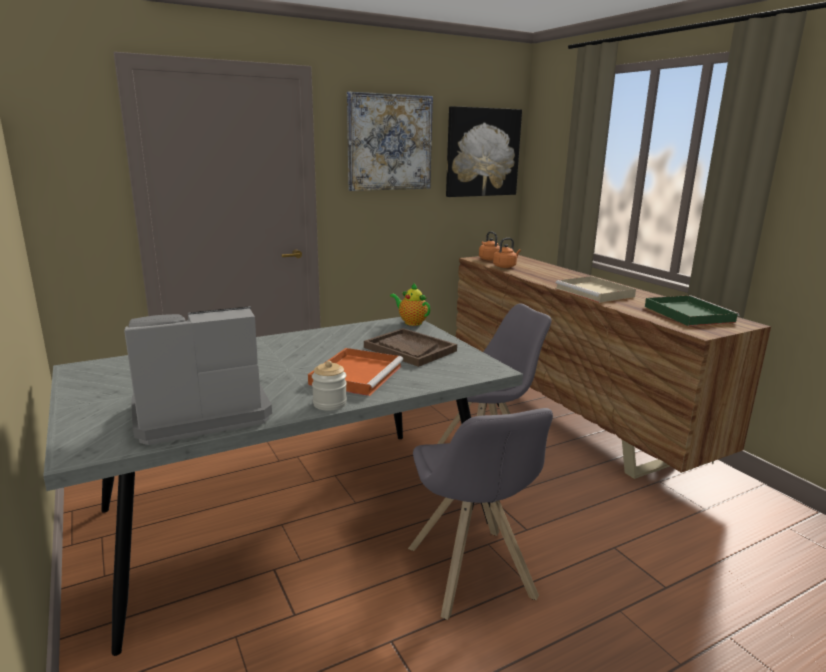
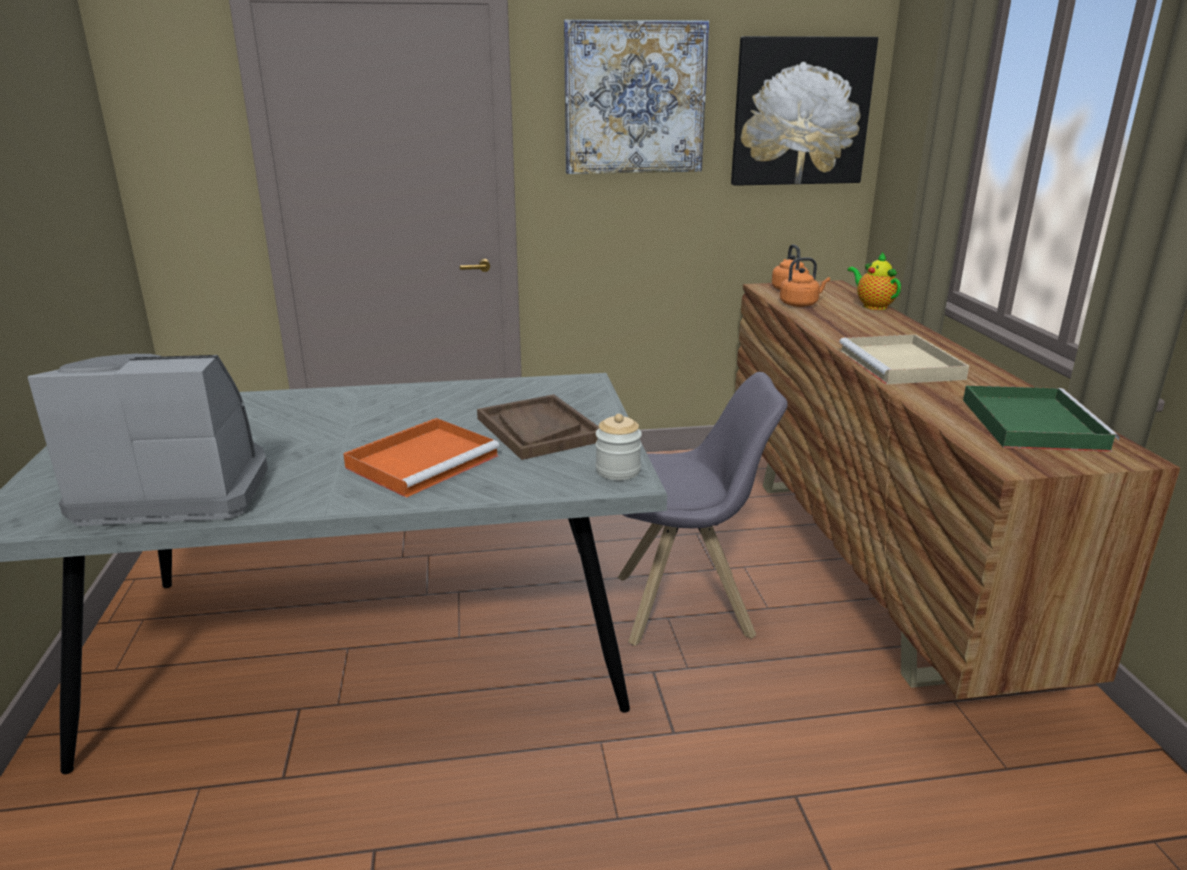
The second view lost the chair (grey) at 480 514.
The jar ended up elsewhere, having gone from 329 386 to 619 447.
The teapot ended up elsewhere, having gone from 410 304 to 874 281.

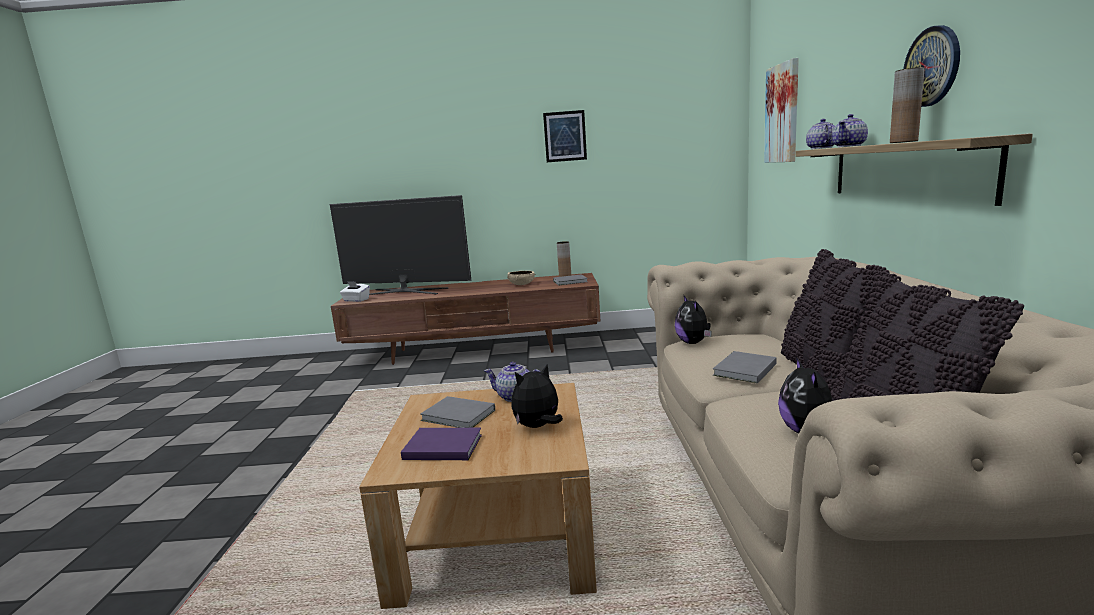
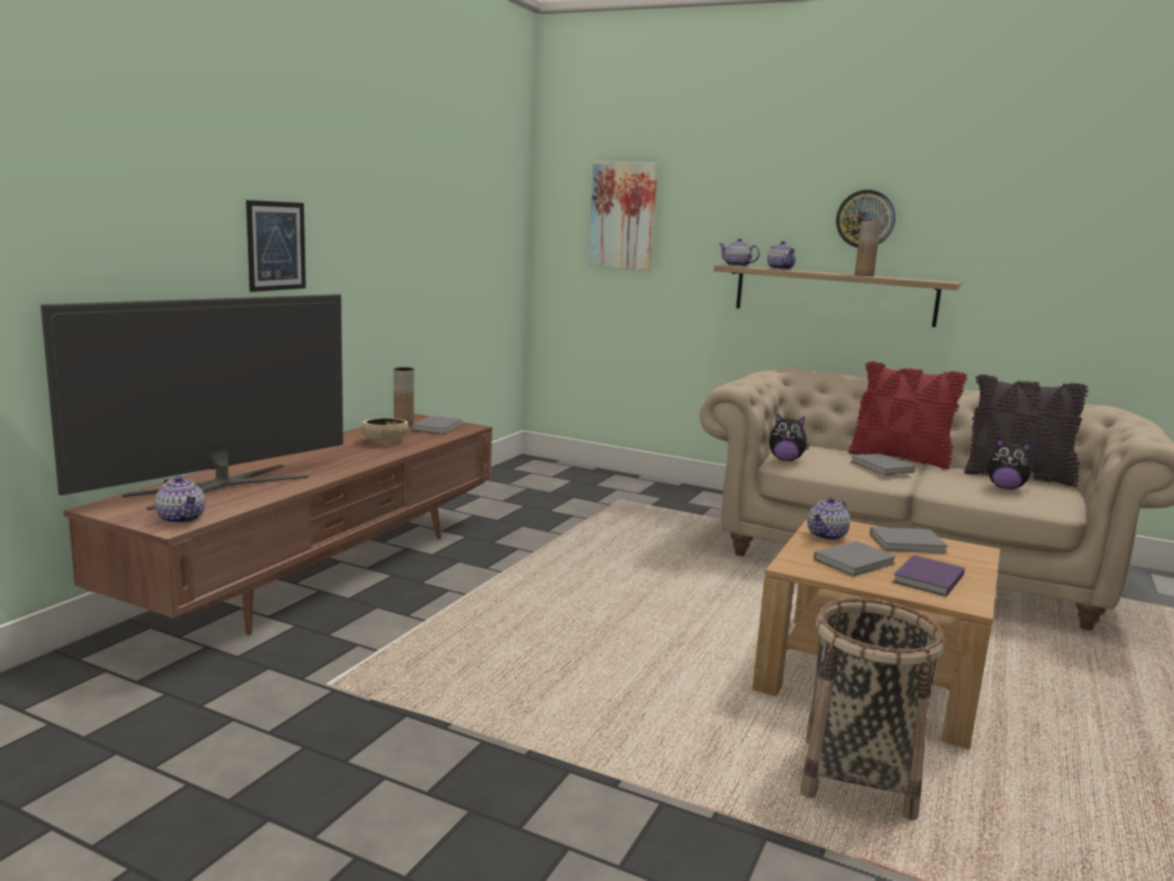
The second view gained the basket at 872 709.
The wall art ended up elsewhere, having gone from 565 136 to 276 246.
Where the tissue box (whitish) stood at 355 291, the teapot came to stand at 180 500.
Where the plush toy stood at 537 396, the volume (grey) came to stand at 909 540.
What was the cushion (black-coloured) at 835 321 turned into the cushion (reddish) at 907 415.

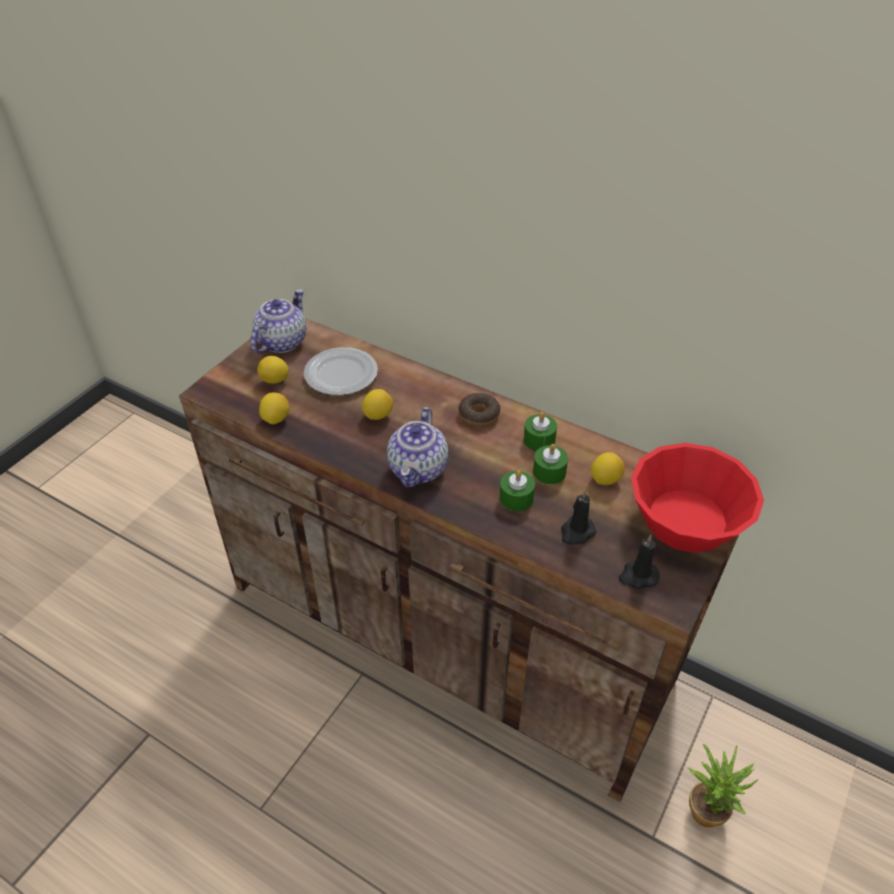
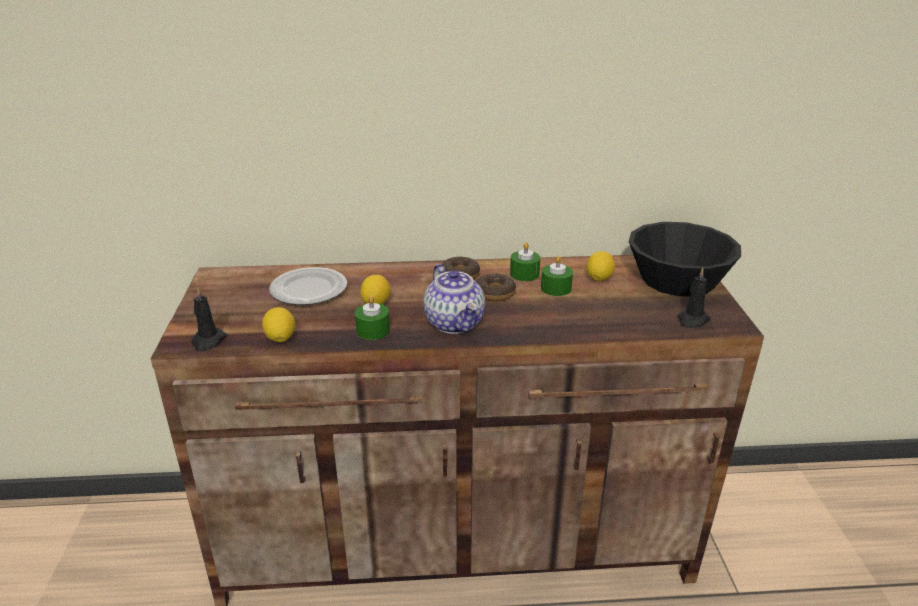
The second view lost the teapot at 278 321.
The second view lost the citrus fruit at 273 370.
The second view lost the houseplant at 723 785.
The second view gained the donut at 496 287.
The wax candle (greenish) ended up elsewhere, having gone from 517 490 to 372 317.
The wax candle (black-coloured) ended up elsewhere, having gone from 578 517 to 209 319.
What was the serving bowl (reddish) at 697 498 turned into the serving bowl (black-coloured) at 685 259.

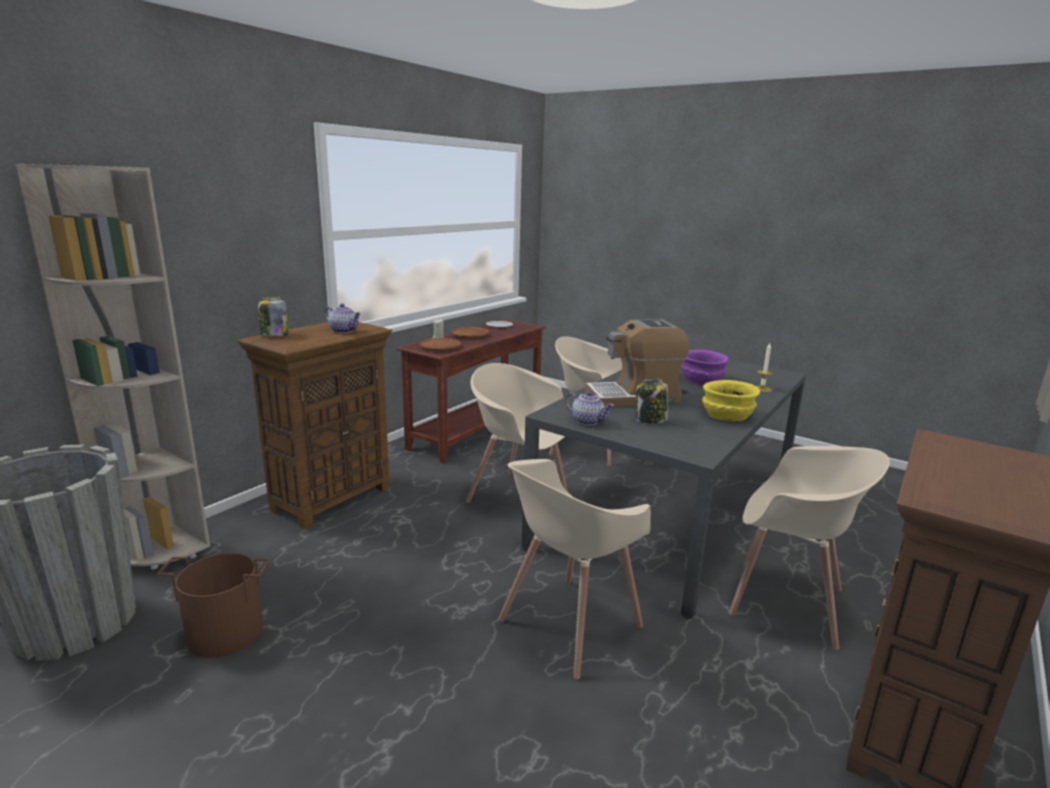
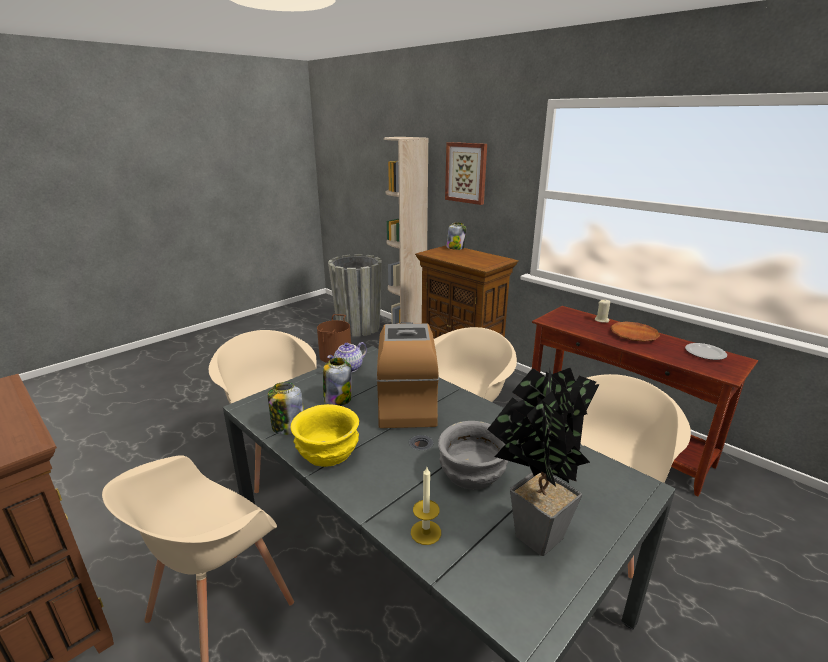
The second view lost the teapot at 342 318.
The second view lost the flat dish (brown) at 440 344.
The second view gained the jar at 286 408.
The second view gained the wall art at 466 173.
The second view gained the houseplant at 543 462.
What was the serving bowl (purple) at 705 367 turned into the serving bowl (grey) at 473 455.

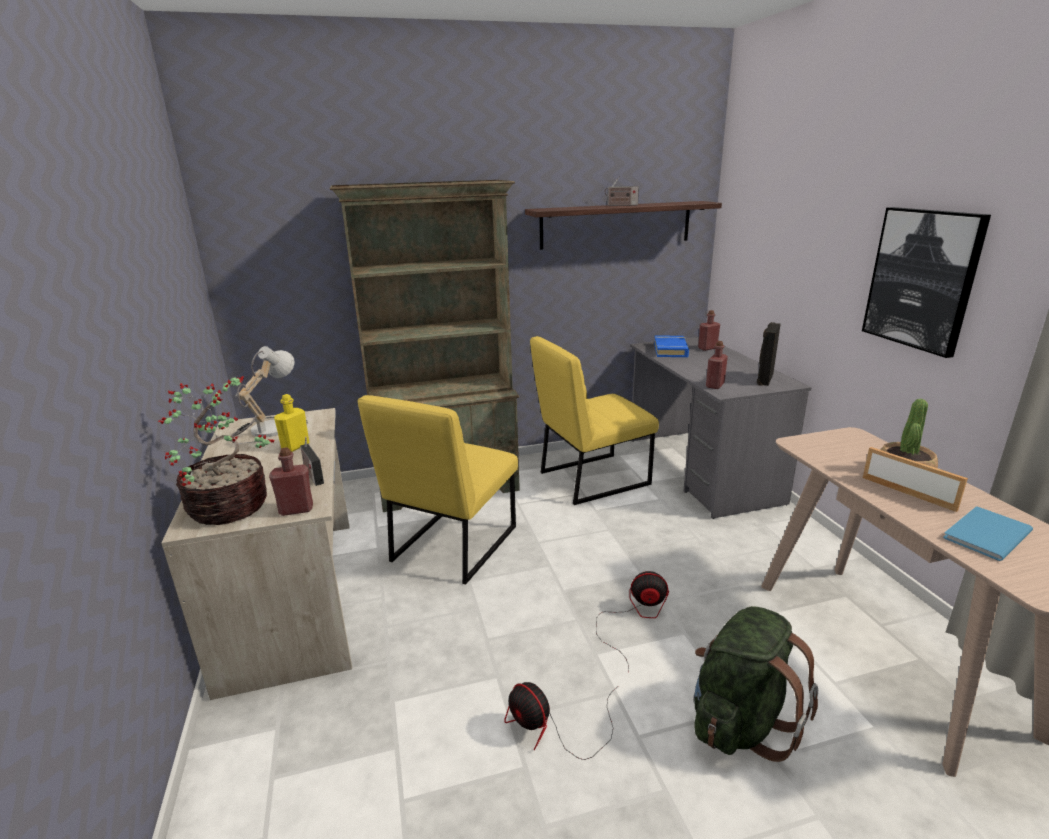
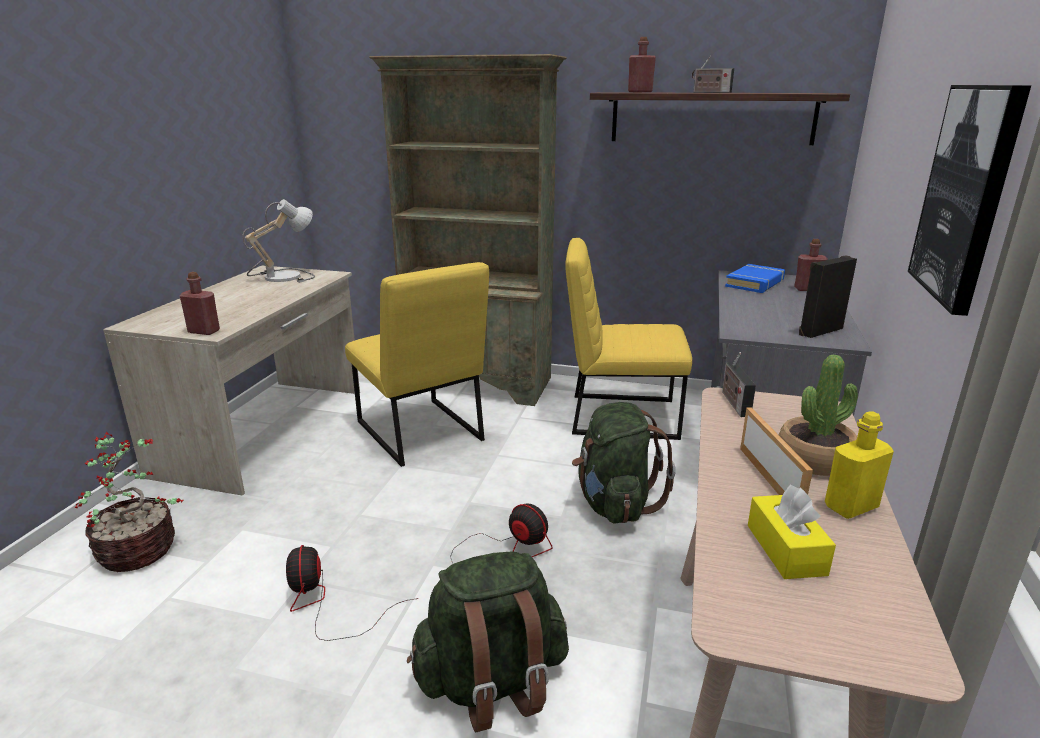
The second view gained the knapsack (greenish) at 624 463.
The houseplant ended up elsewhere, having gone from 216 450 to 128 502.
The bottle (yellow) ended up elsewhere, having gone from 292 423 to 859 465.
The radio ended up elsewhere, having gone from 312 461 to 739 384.
The bottle (reddish) ended up elsewhere, having gone from 717 365 to 642 64.
Where the volume (bluish) stood at 988 534, the tissue box (yellow) came to stand at 792 532.
The chair (yellow) at 438 490 ended up facing another way, 90 degrees counterclockwise from before.

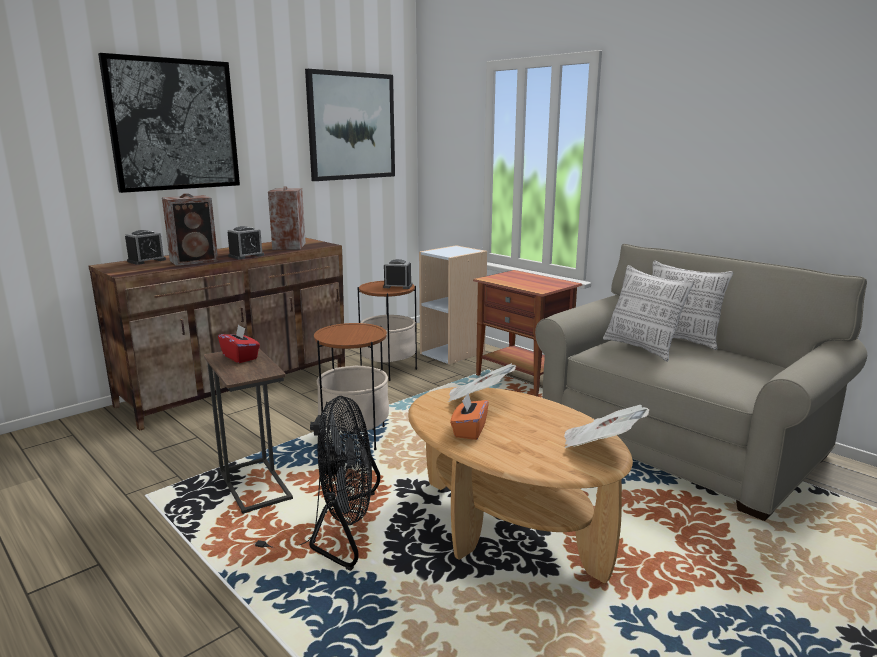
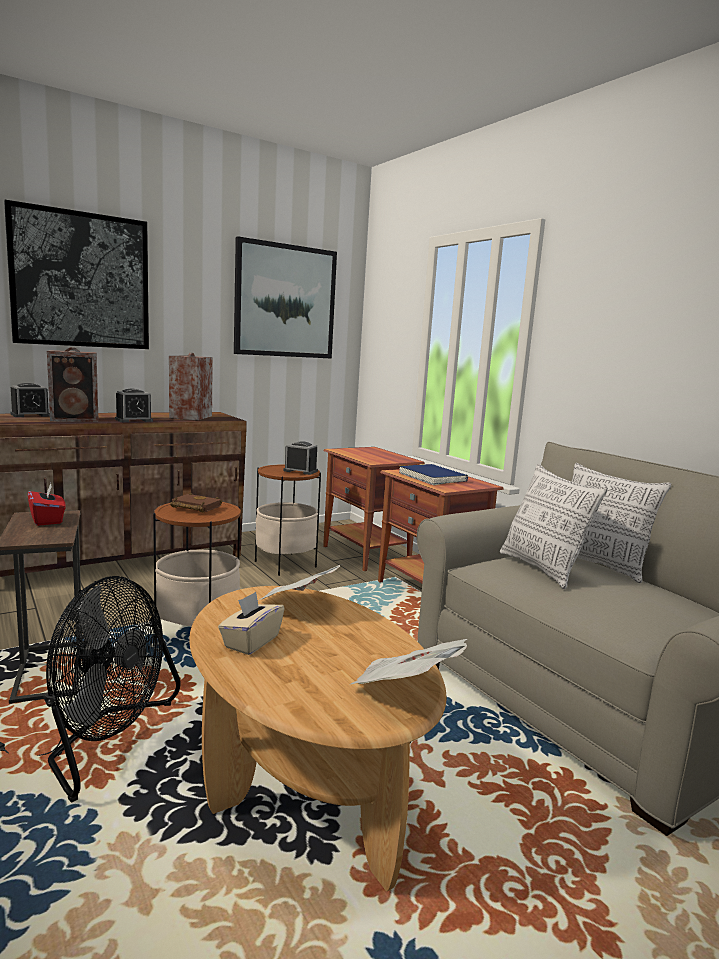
The second view gained the volume (brown) at 196 502.
The second view gained the volume (bluish) at 433 474.
Where the bookcase stood at 453 305, the nightstand came to stand at 374 509.
What was the tissue box (orange) at 469 416 turned into the tissue box (beige) at 251 623.

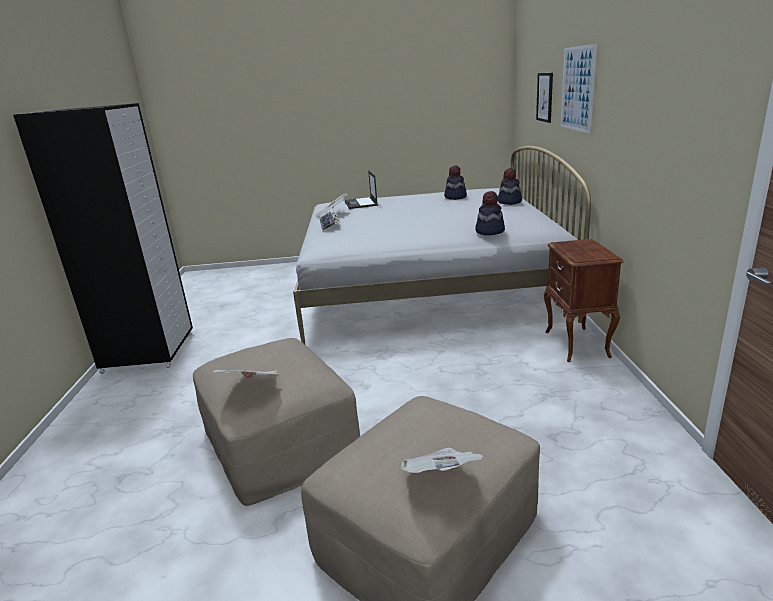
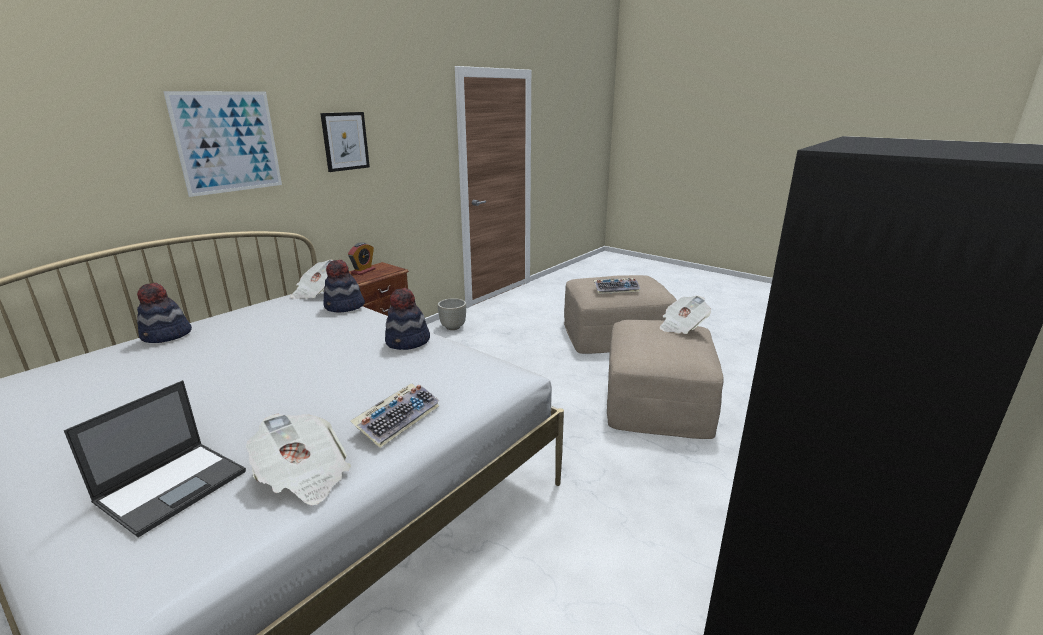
The second view gained the alarm clock at 362 258.
The second view gained the planter (grey) at 452 314.
The second view gained the keyboard at 617 286.
The printed paper ended up elsewhere, having gone from 442 460 to 311 279.
The wearable hat ended up elsewhere, having gone from 455 182 to 407 319.
The wall art ended up elsewhere, having gone from 544 98 to 345 142.

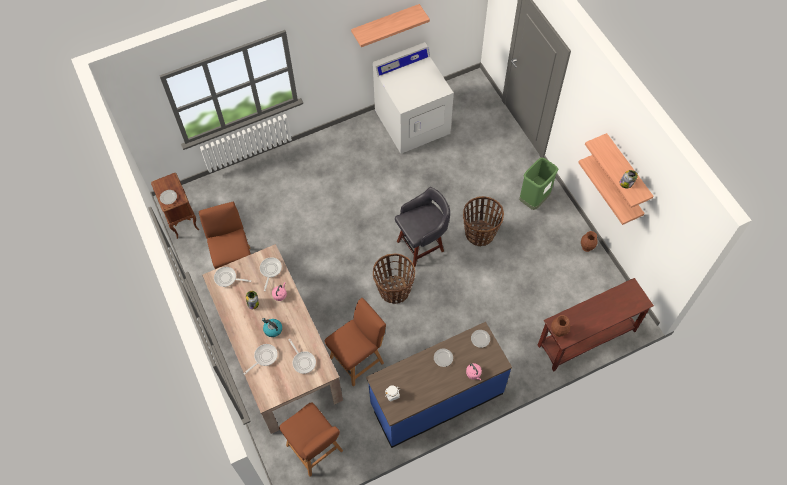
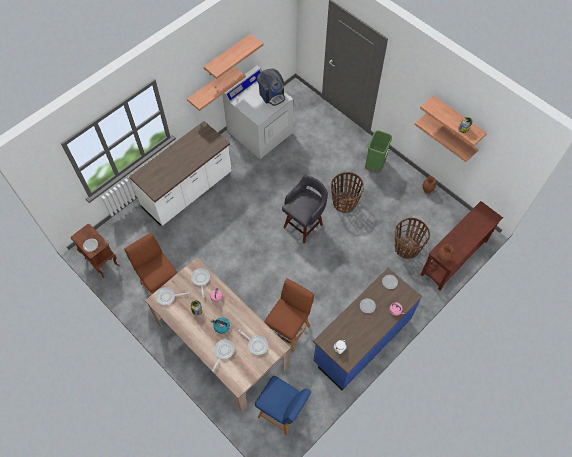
The second view gained the counter (whitish) at 180 173.
The second view gained the bracket shelf at 216 89.
The second view gained the coffee brewer at 271 87.
The basket ended up elsewhere, having gone from 394 279 to 412 238.
What was the chair (brown) at 311 439 turned into the chair (bluish) at 283 406.

